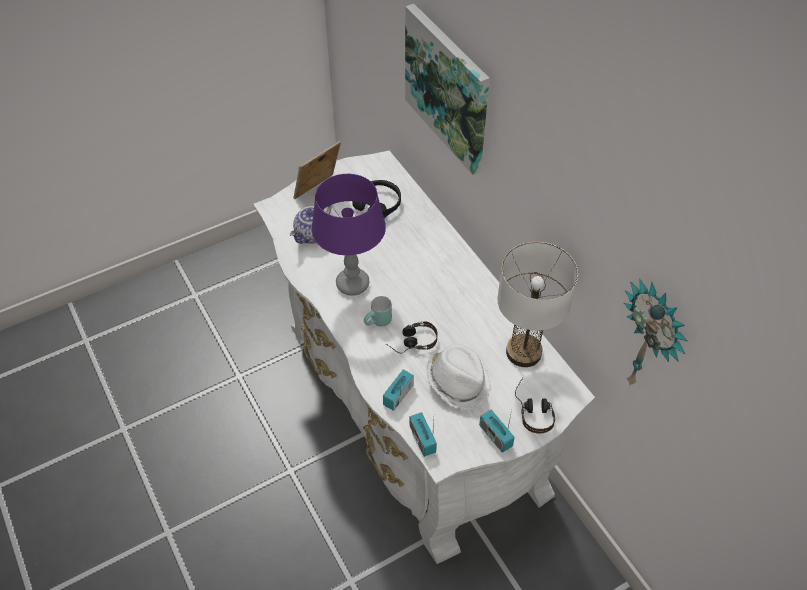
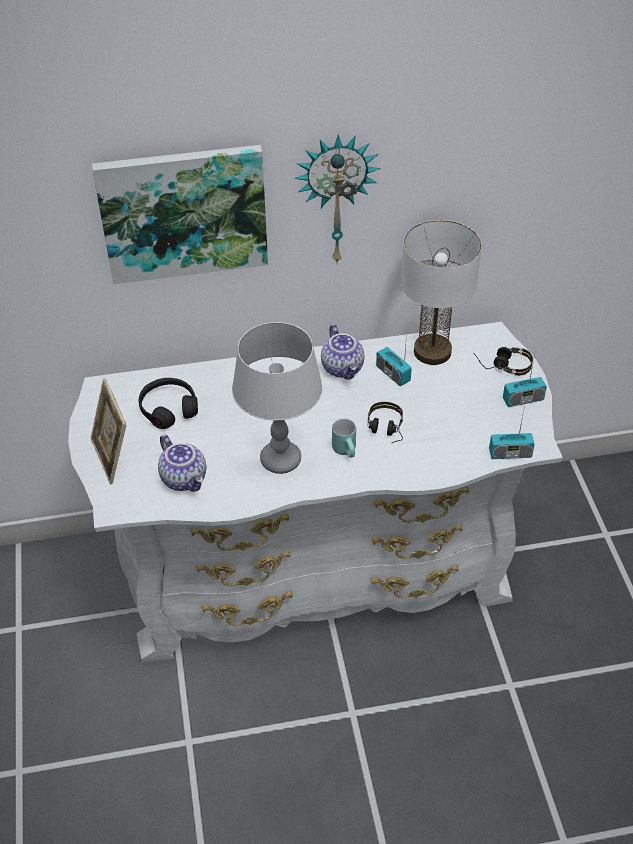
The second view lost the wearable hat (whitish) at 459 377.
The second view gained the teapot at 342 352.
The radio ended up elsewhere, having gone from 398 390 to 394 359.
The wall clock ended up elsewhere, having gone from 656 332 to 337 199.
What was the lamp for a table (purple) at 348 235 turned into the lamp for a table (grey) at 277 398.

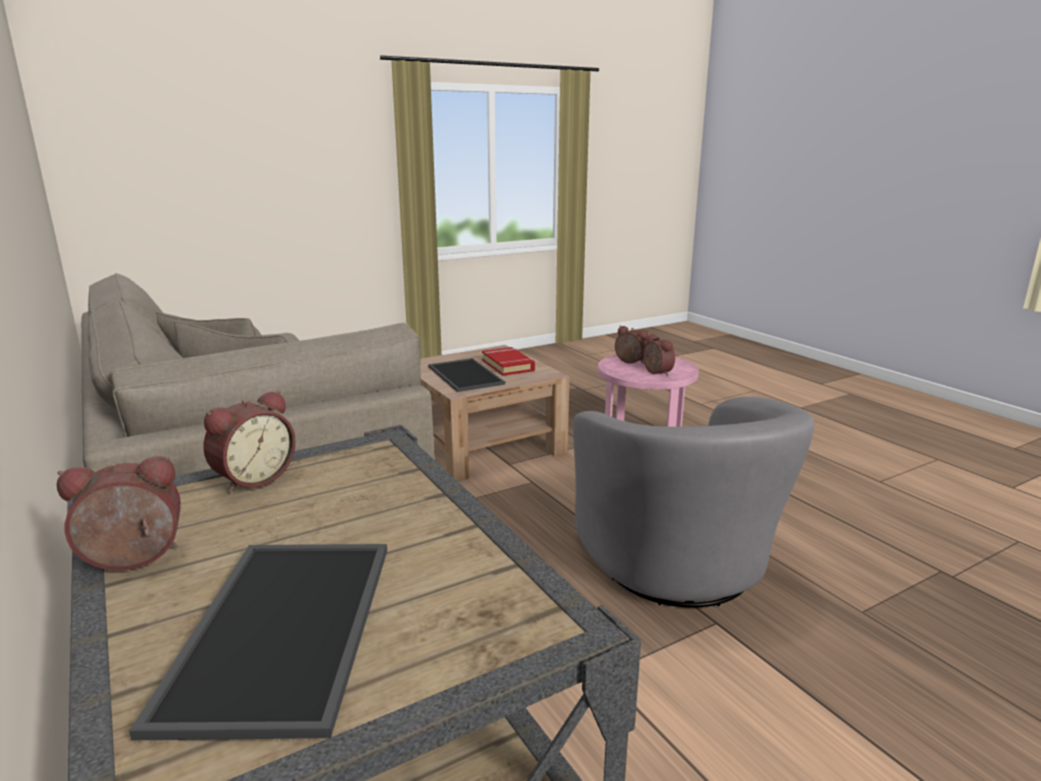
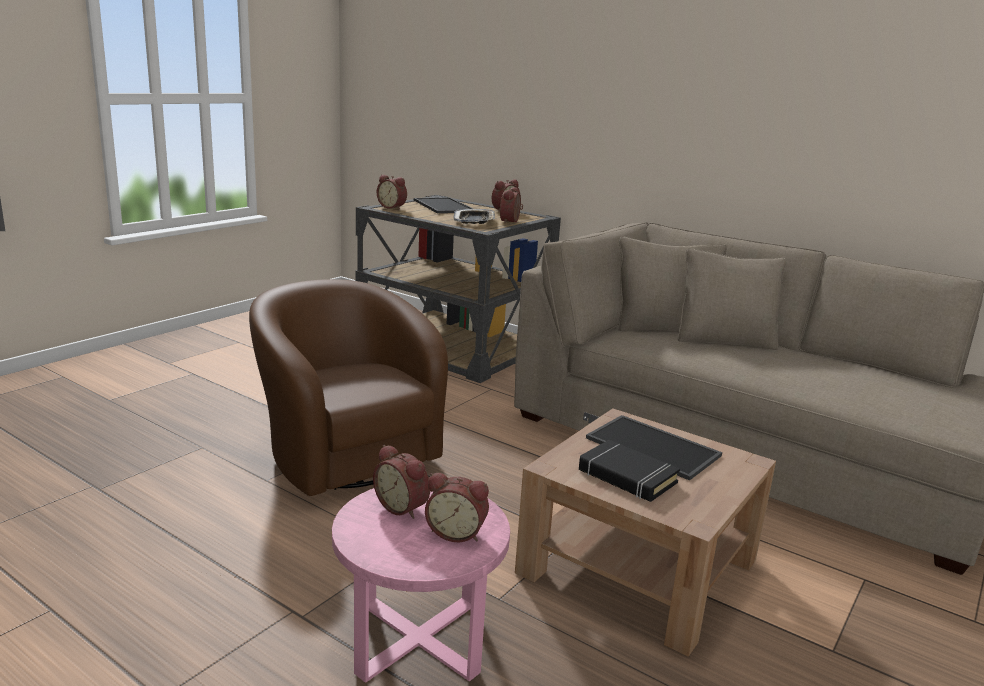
The second view gained the alarm clock at 392 192.
The second view gained the serving tray at 474 216.
What was the volume (reddish) at 508 361 turned into the volume (black-coloured) at 629 471.
What was the easy chair (grey) at 693 502 turned into the easy chair (brown) at 348 387.

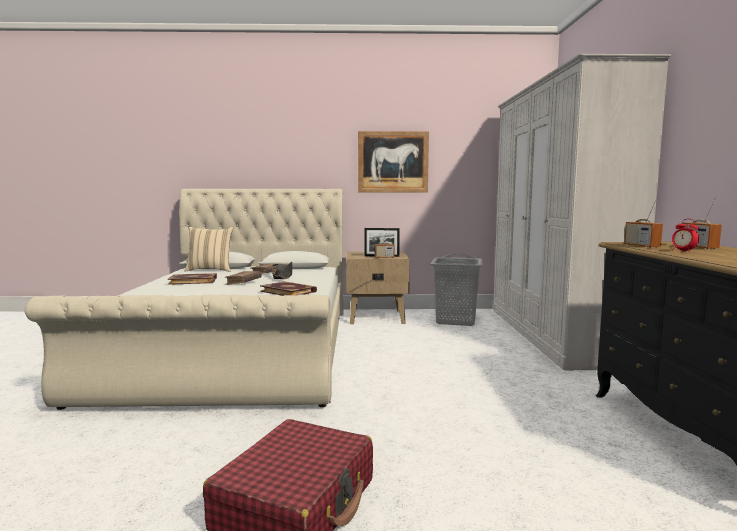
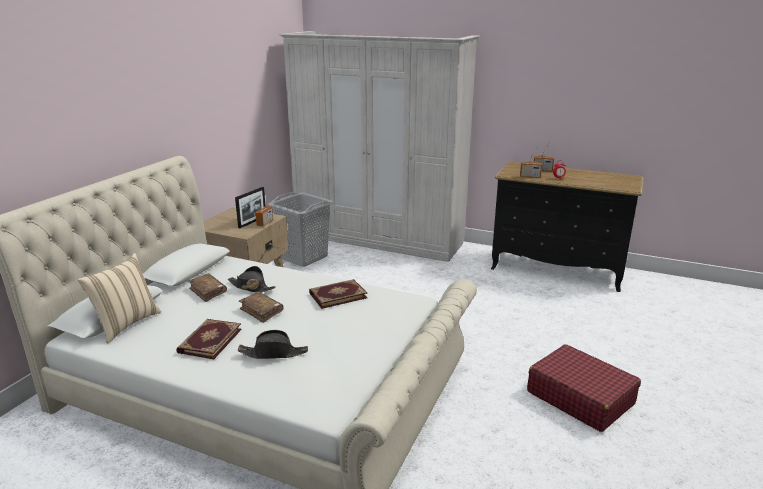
The second view lost the wall art at 393 162.
The second view gained the wearable hat (black-coloured) at 273 344.

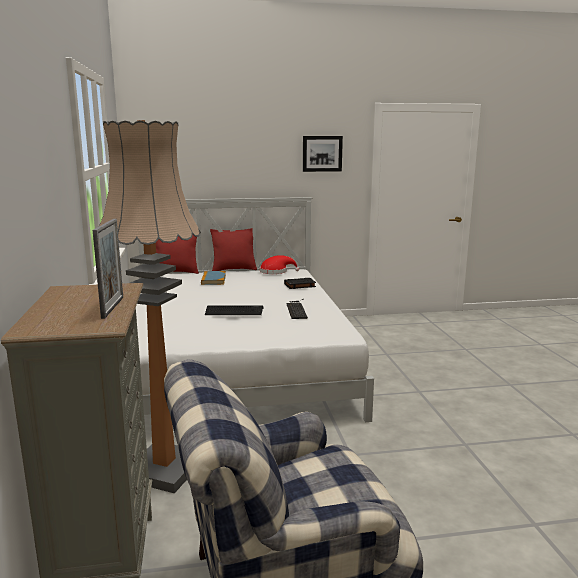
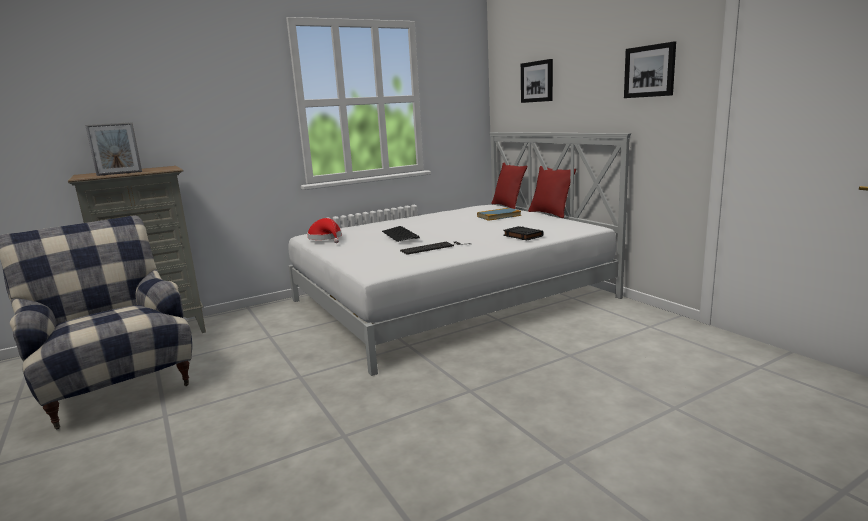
The second view lost the standing lamp at 150 306.
The second view gained the wall art at 537 81.
The wearable hat (reddish) ended up elsewhere, having gone from 279 264 to 324 230.

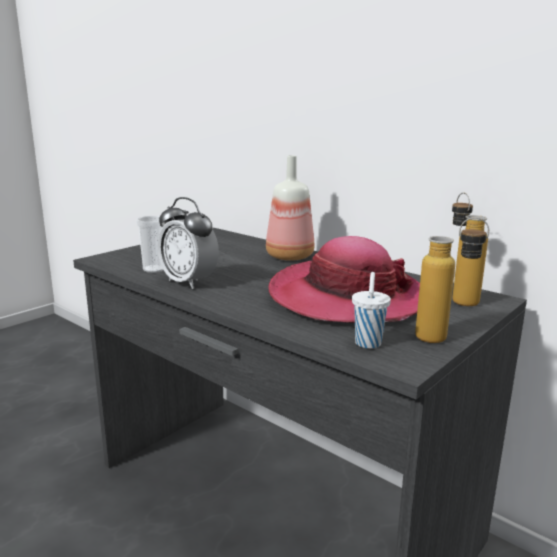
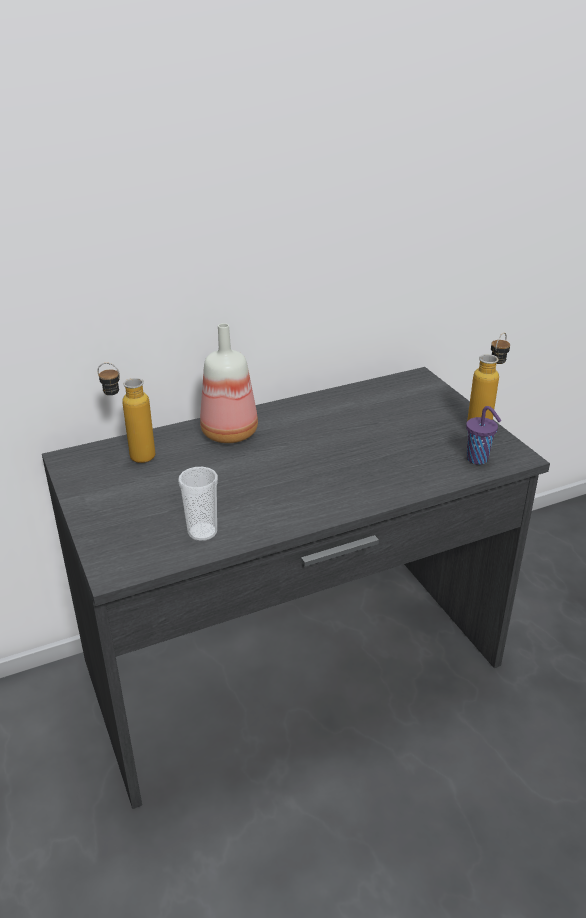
The second view lost the alarm clock at 188 243.
The second view lost the wearable hat at 344 279.
The bottle ended up elsewhere, having gone from 470 249 to 126 413.
What was the drinking cup (whitish) at 371 310 turned into the drinking cup (purple) at 483 435.

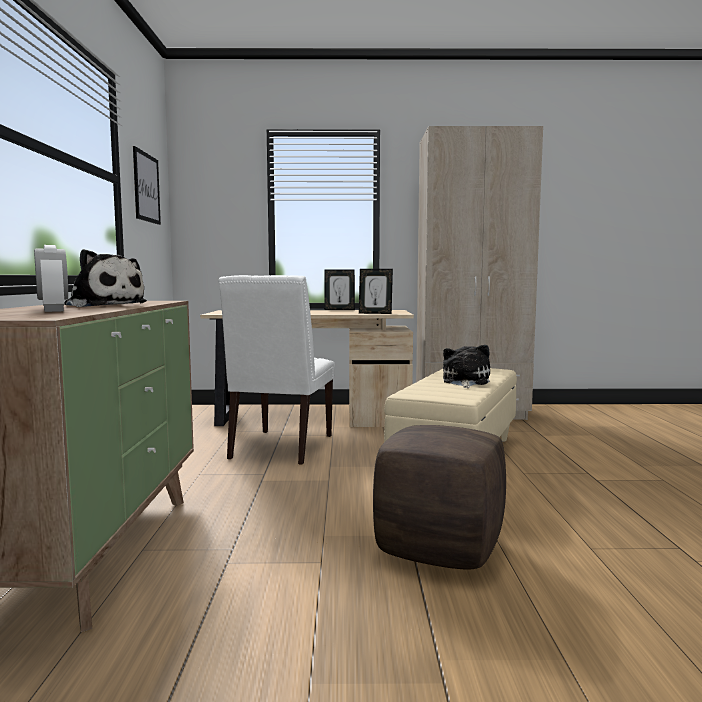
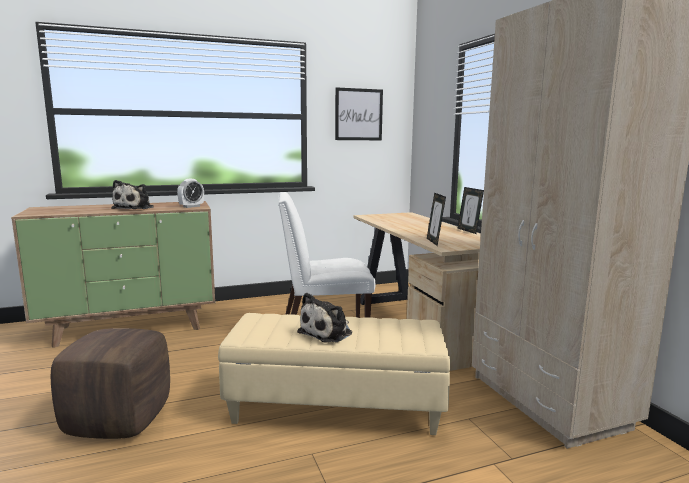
The alarm clock ended up elsewhere, having gone from 51 278 to 190 193.
The plush toy at 466 366 ended up facing another way, 135 degrees clockwise from before.

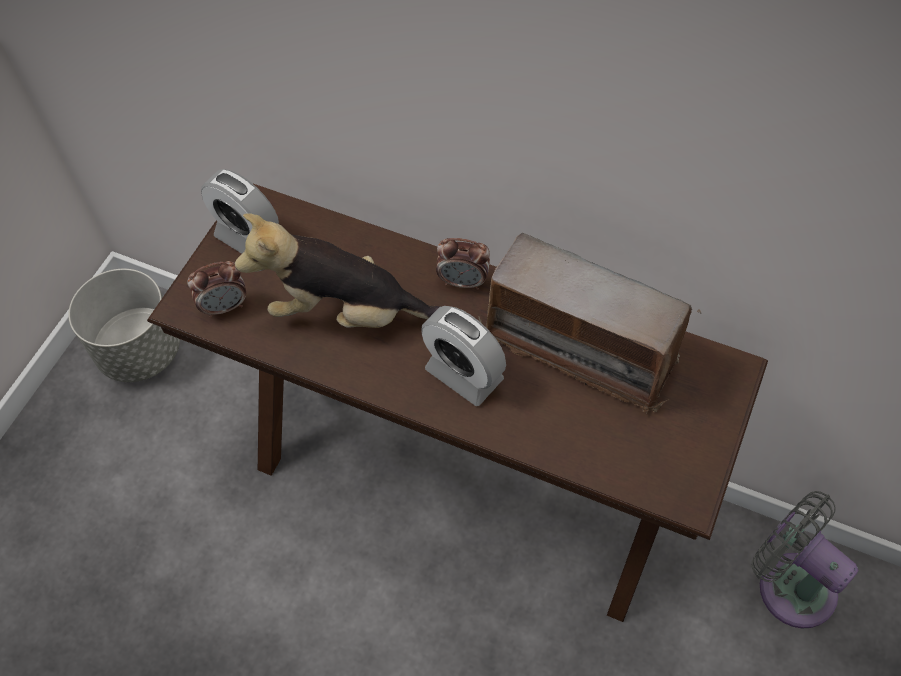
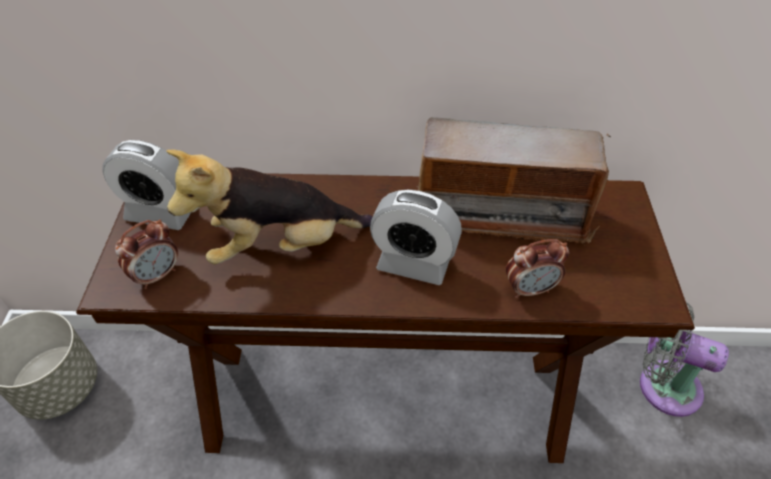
The alarm clock ended up elsewhere, having gone from 463 264 to 537 268.

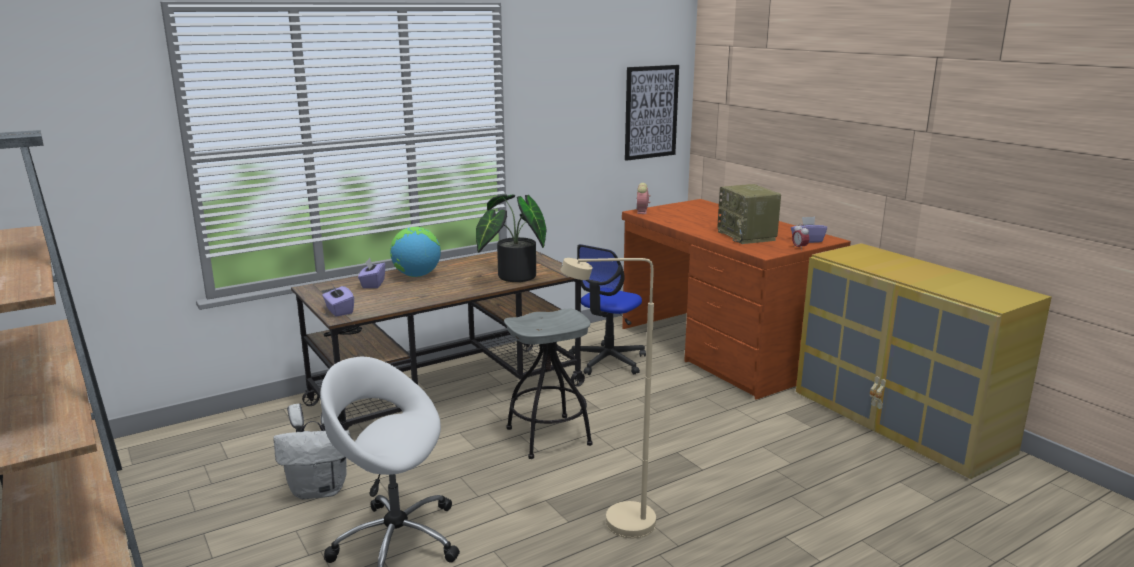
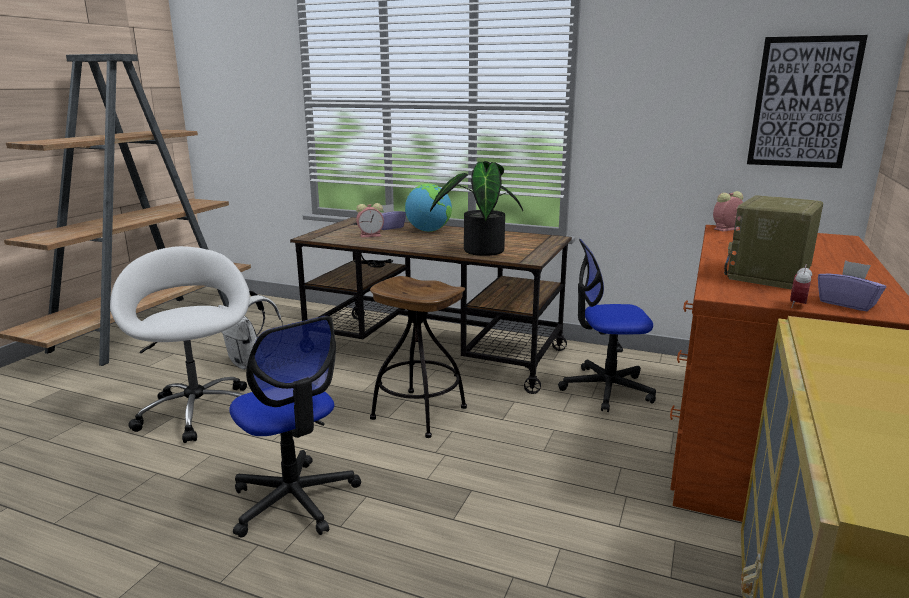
The second view lost the tissue box (purple) at 338 301.
The second view gained the alarm clock at 370 220.
Where the standing lamp (beige) stood at 608 398, the office chair came to stand at 295 427.
What was the stool (grey) at 548 384 turned into the stool (brown) at 418 357.

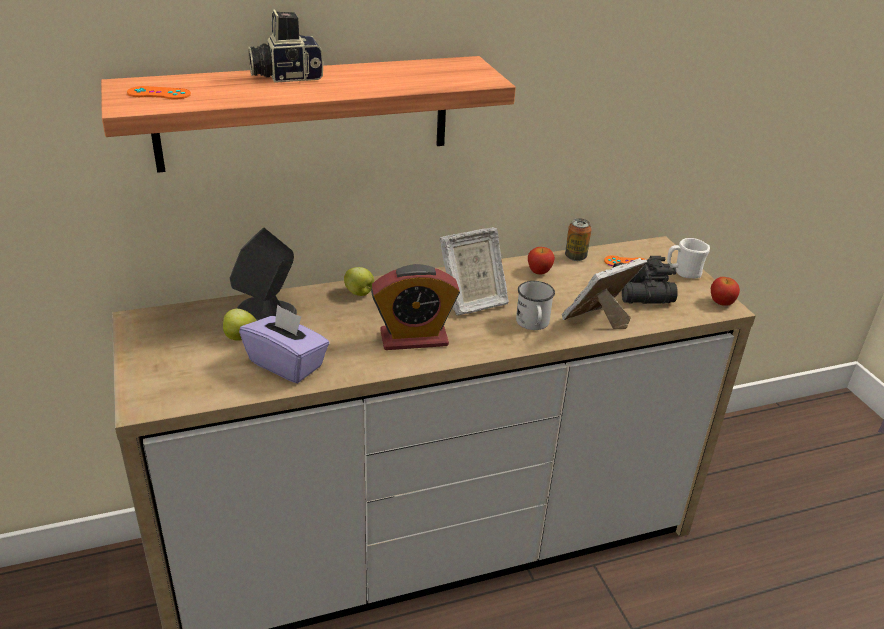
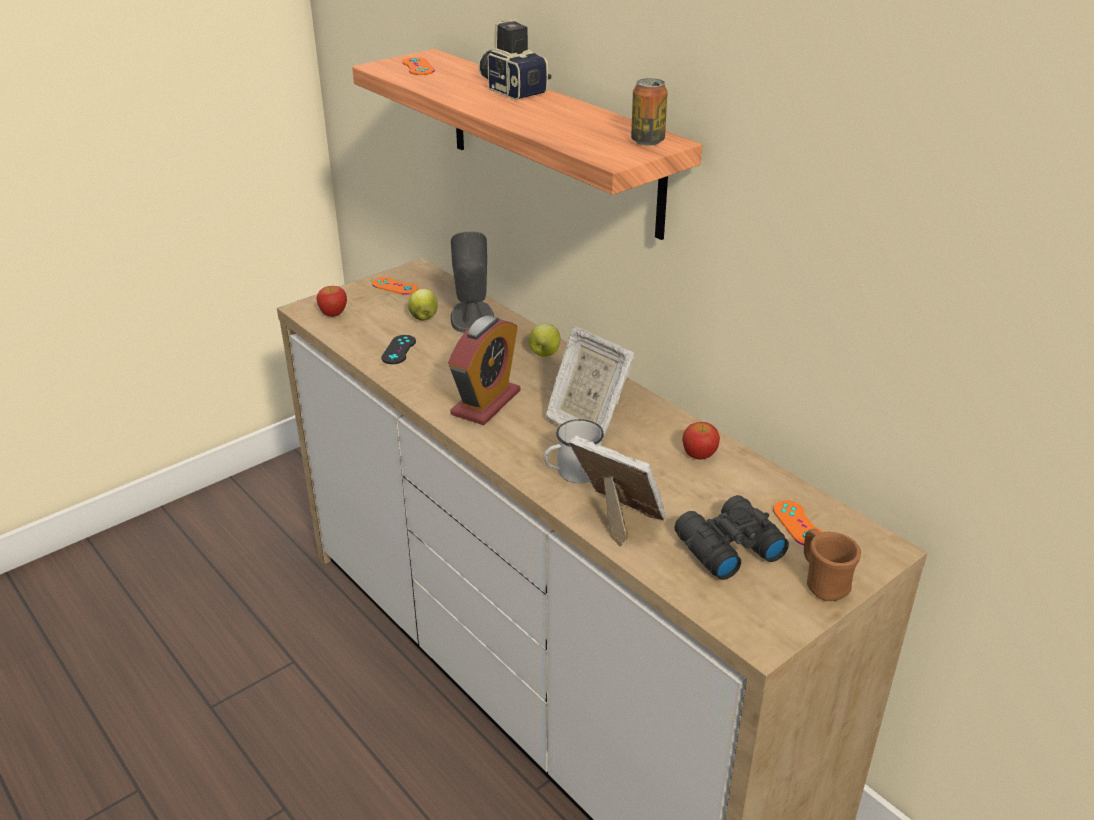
The second view gained the game controller (orange) at 395 286.
The metal can ended up elsewhere, having gone from 578 239 to 649 112.
The apple ended up elsewhere, having gone from 725 291 to 332 301.
Where the tissue box (purple) stood at 284 343, the game controller (black-coloured) came to stand at 398 349.
What was the tea mug (whitish) at 688 258 turned into the tea mug (brown) at 832 565.
The alarm clock at 415 307 ended up facing another way, 120 degrees counterclockwise from before.

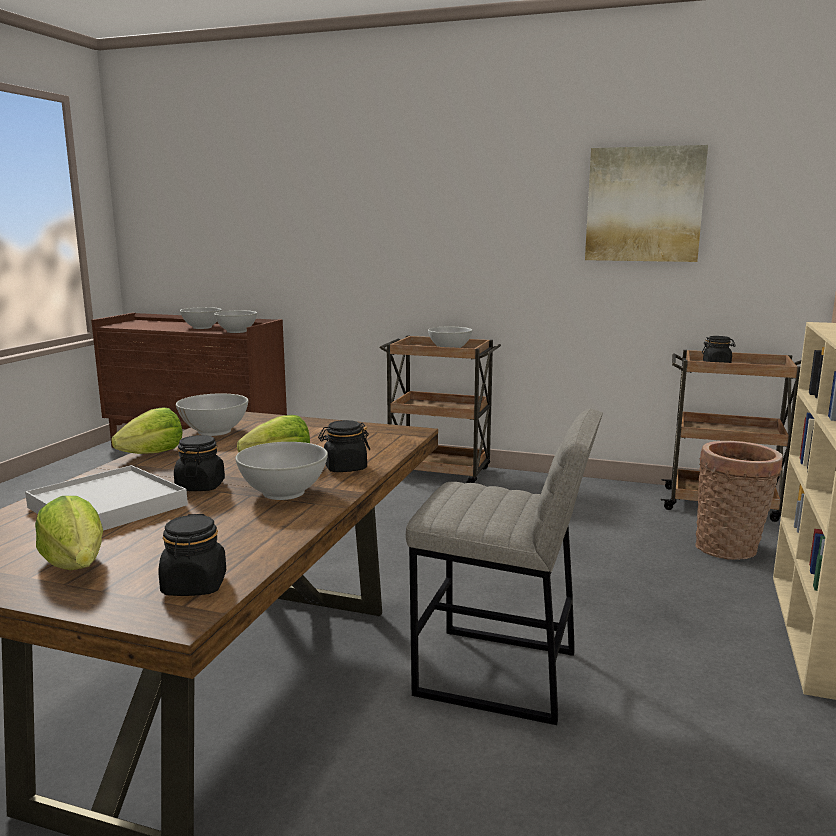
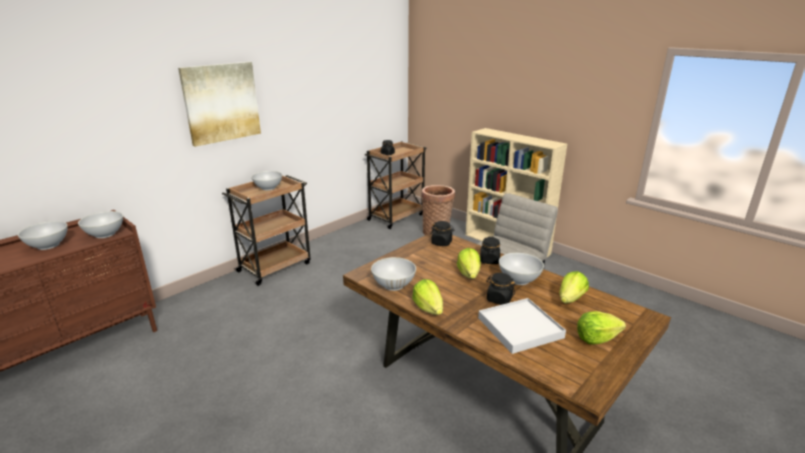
The second view gained the head of lettuce at 574 287.
The jar (black-coloured) ended up elsewhere, having gone from 192 555 to 442 233.
The wall art ended up elsewhere, having gone from 646 203 to 219 104.

